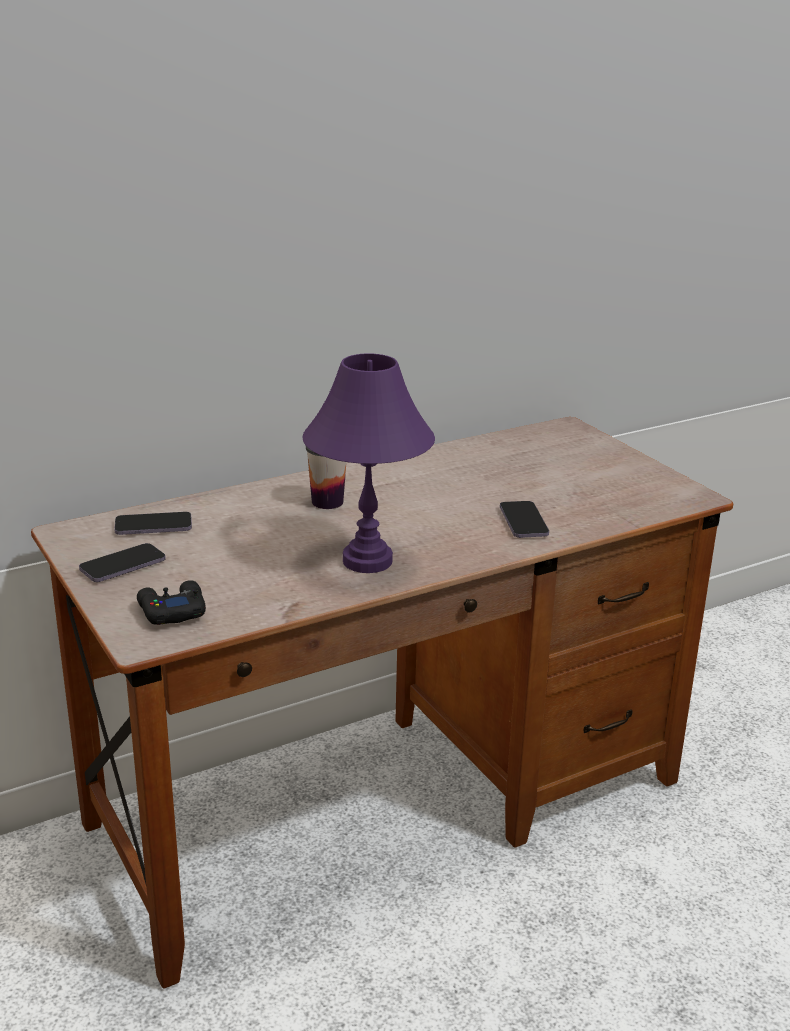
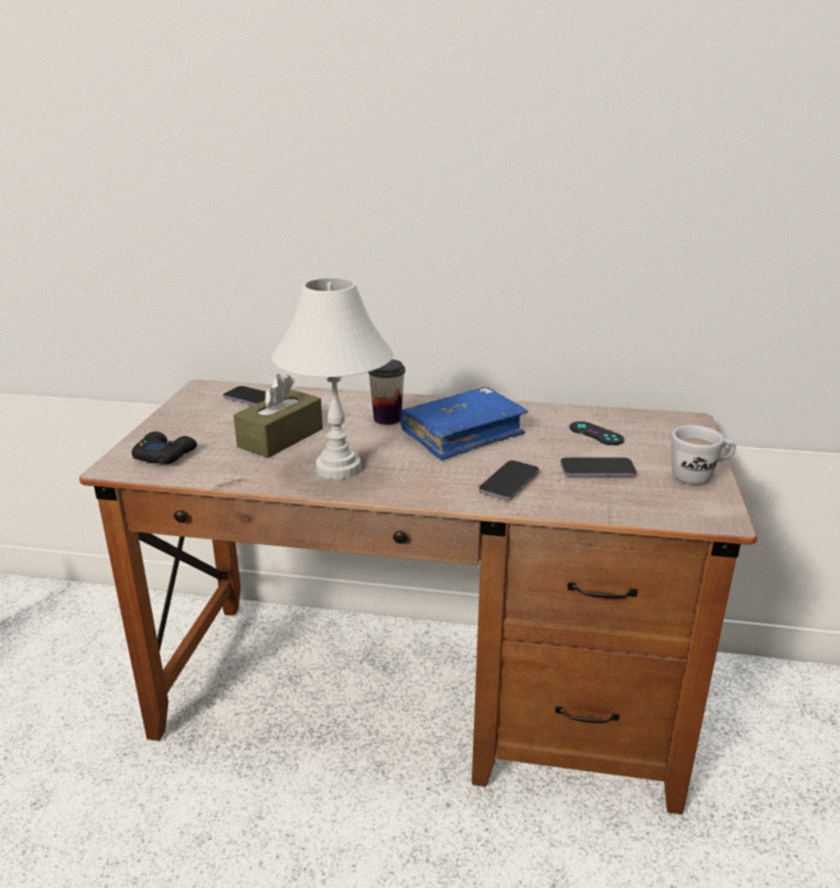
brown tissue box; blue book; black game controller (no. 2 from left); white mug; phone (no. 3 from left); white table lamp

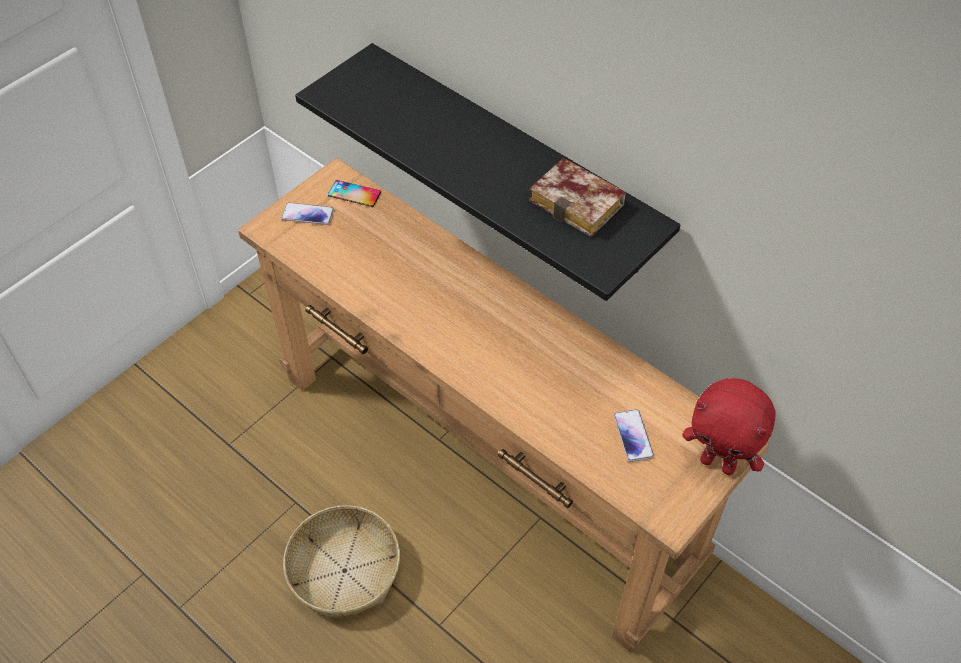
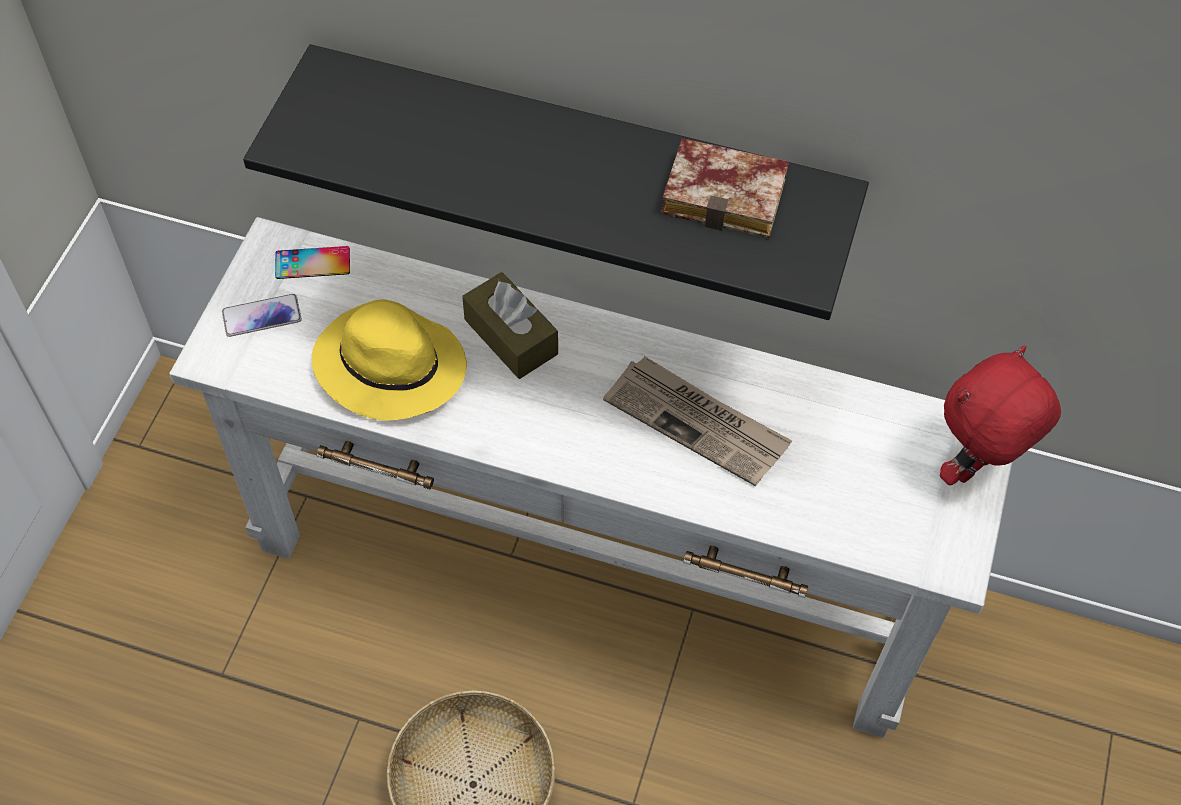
phone (no. 3 from left in the first image); yellow hat; brown tissue box; newspaper; white console table; red plush toy

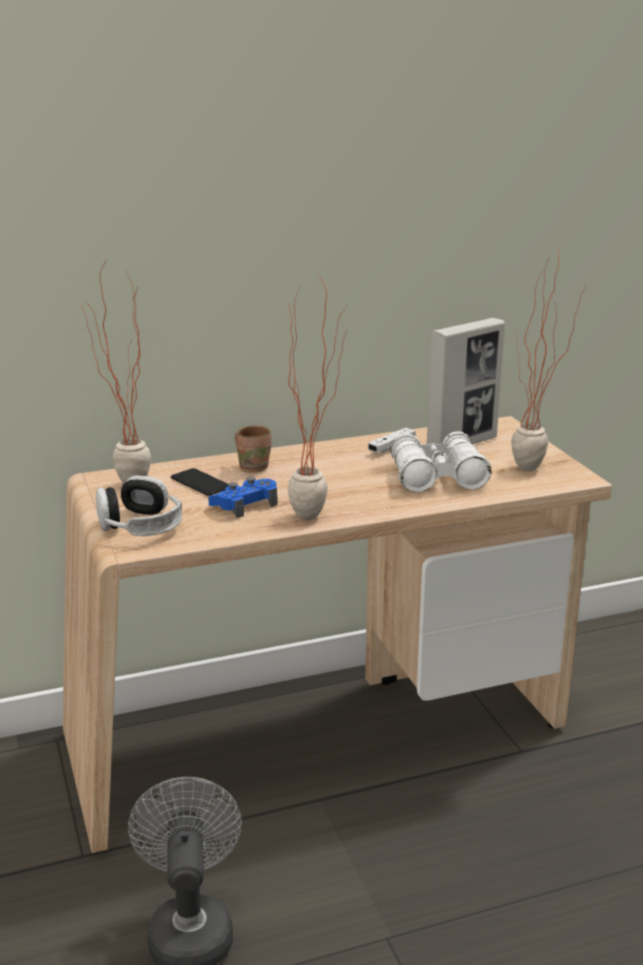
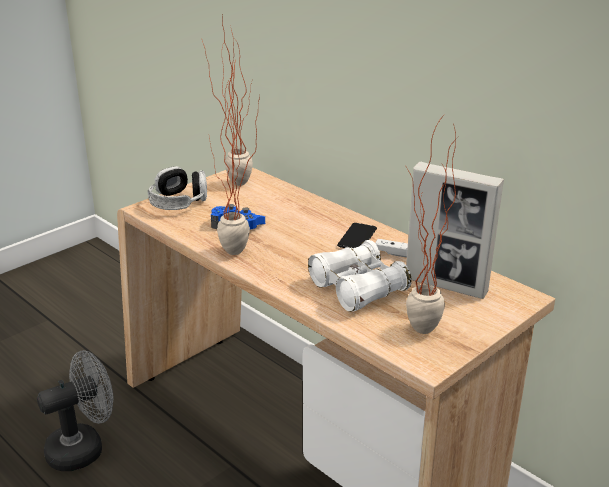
brown mug; phone

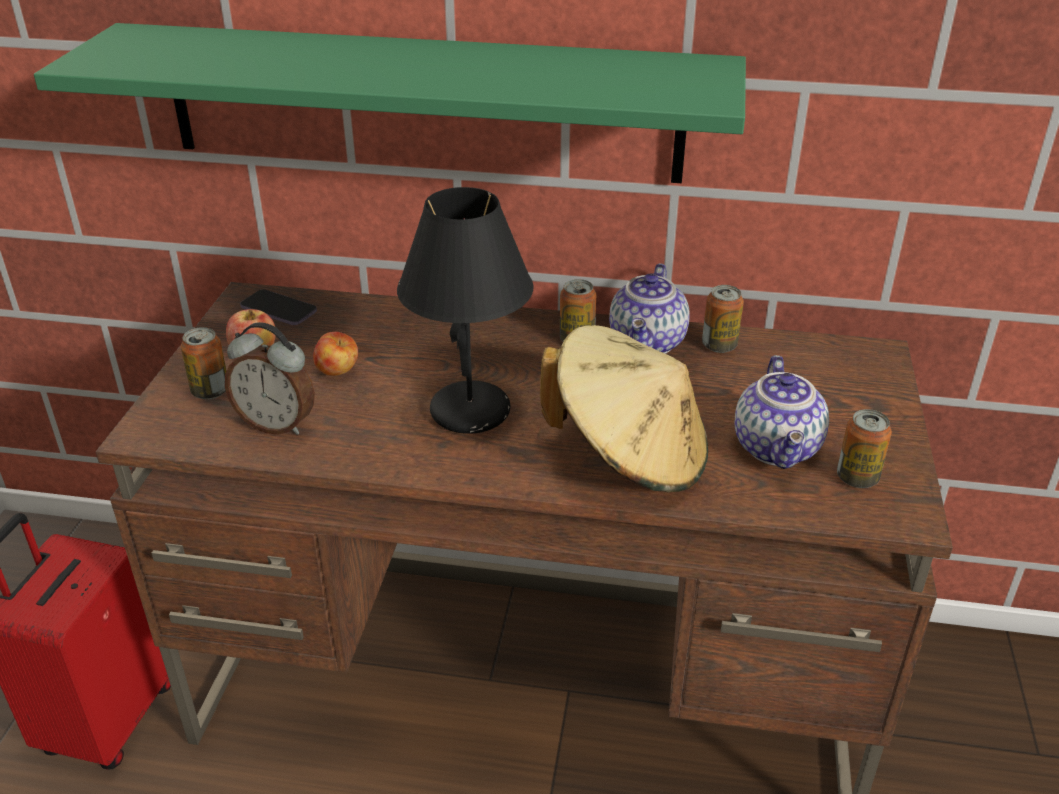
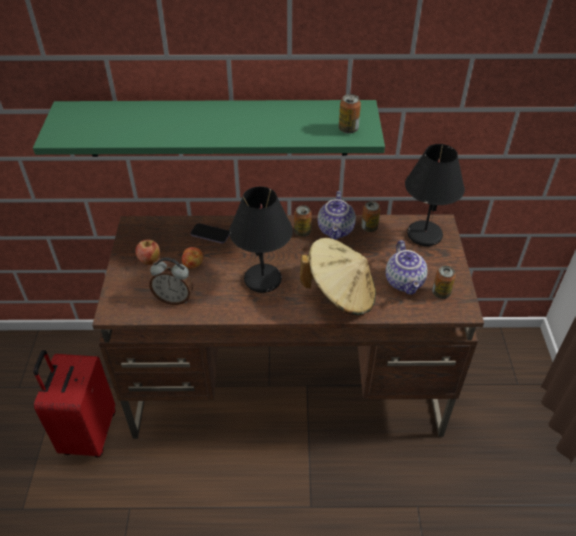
black table lamp (no. 2 from left); can (no. 2 from left); phone

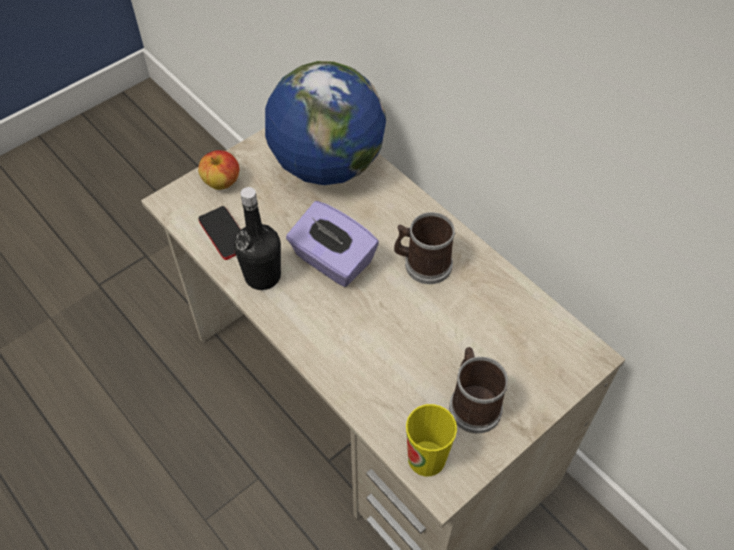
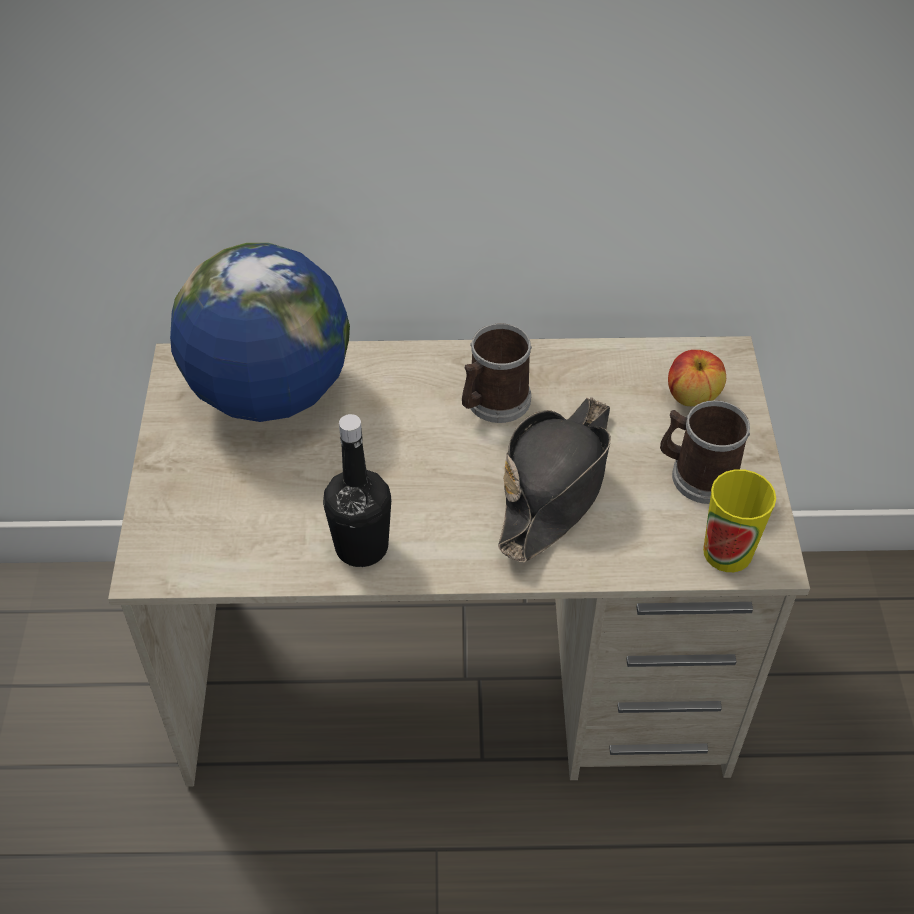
phone; purple tissue box; black hat; apple

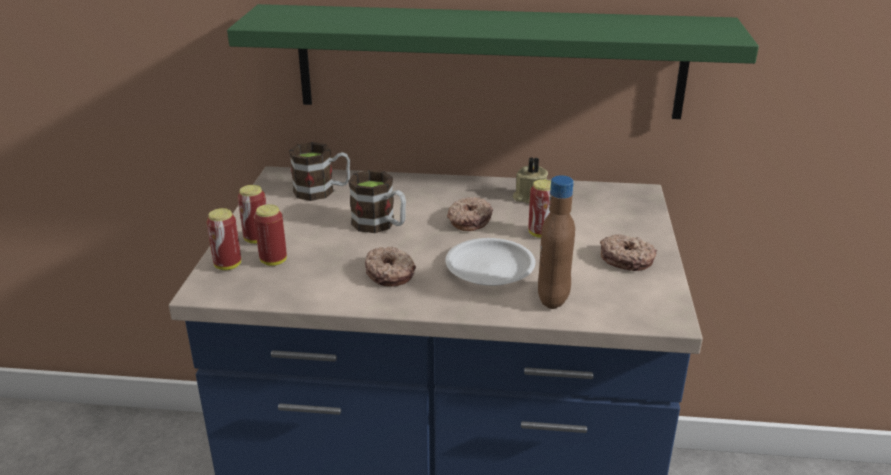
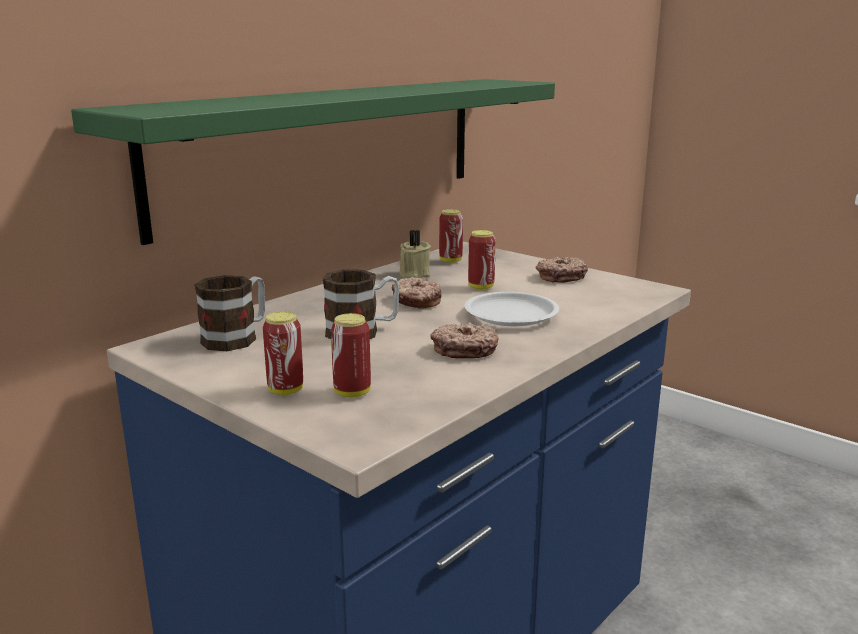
brown bottle; can (no. 3 from left)

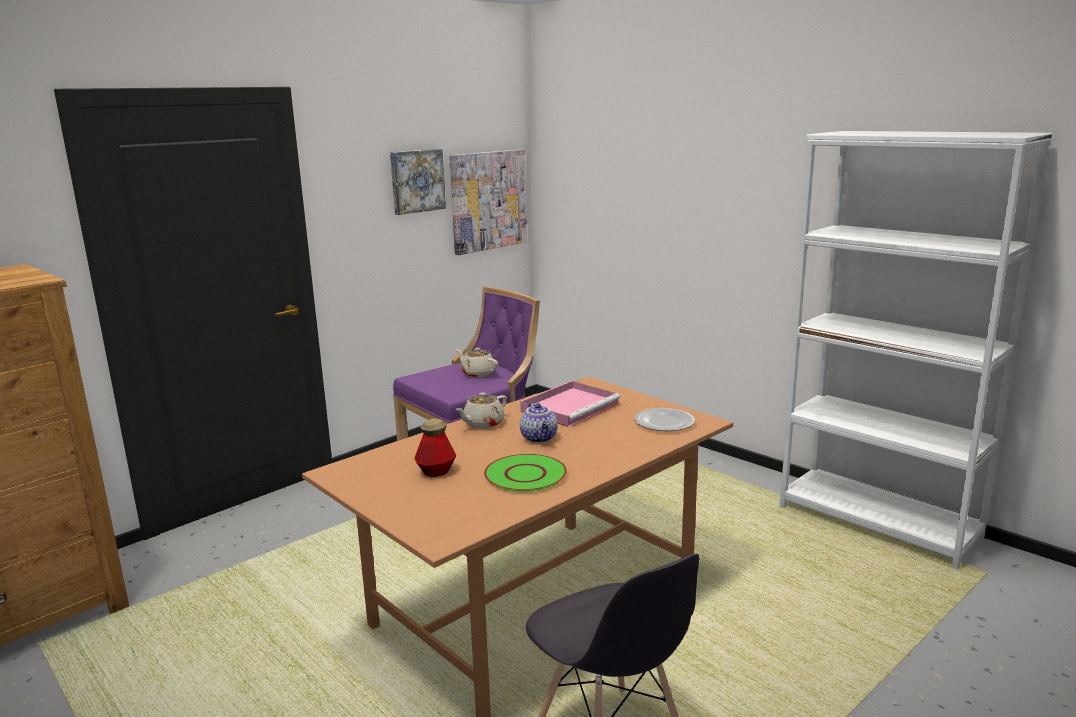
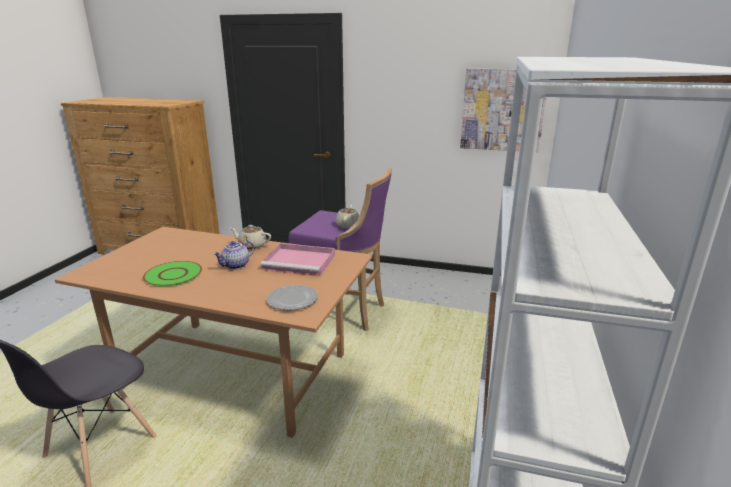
picture (no. 1 from left in the first image); bottle

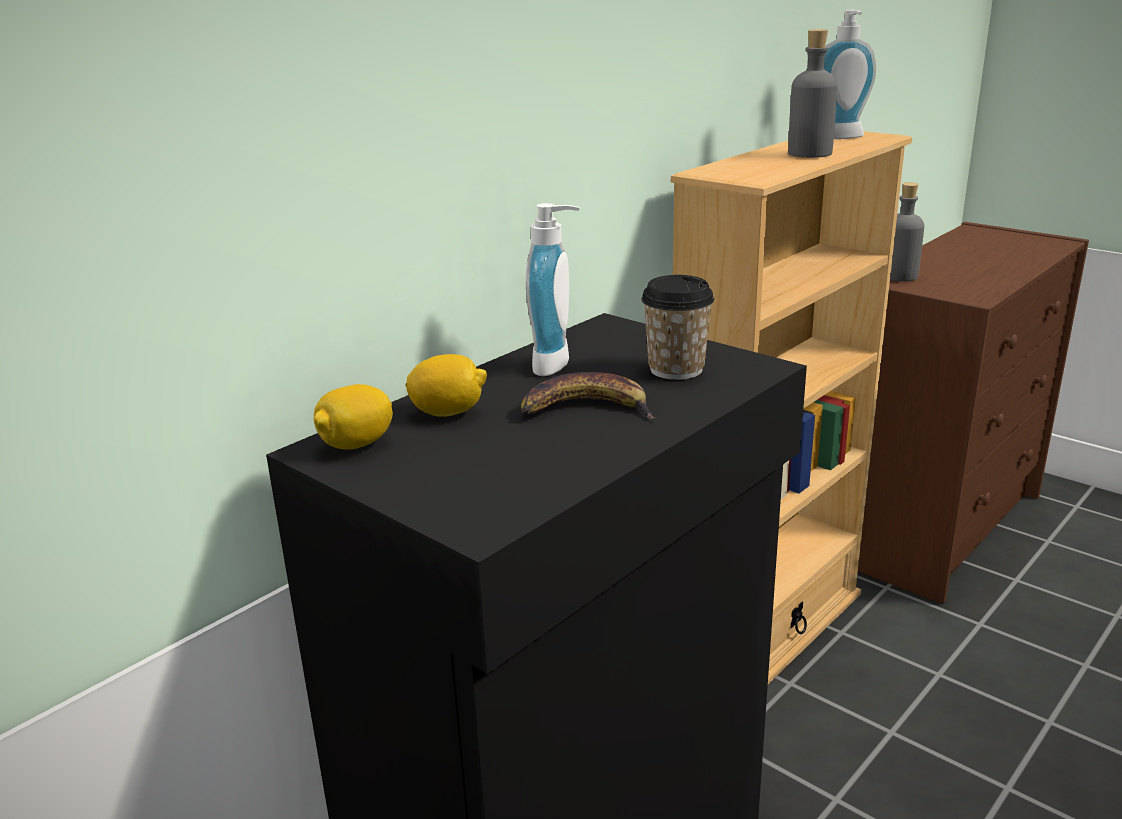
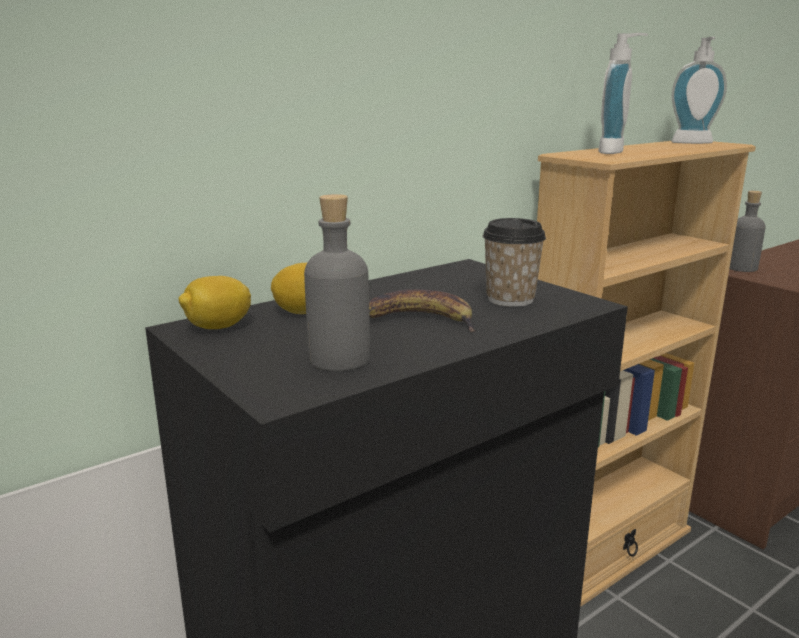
soap dispenser (no. 1 from left); grey bottle (no. 1 from left)

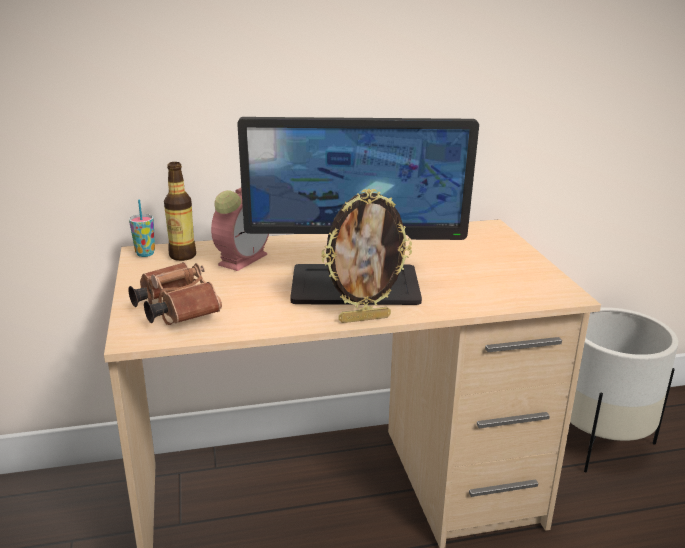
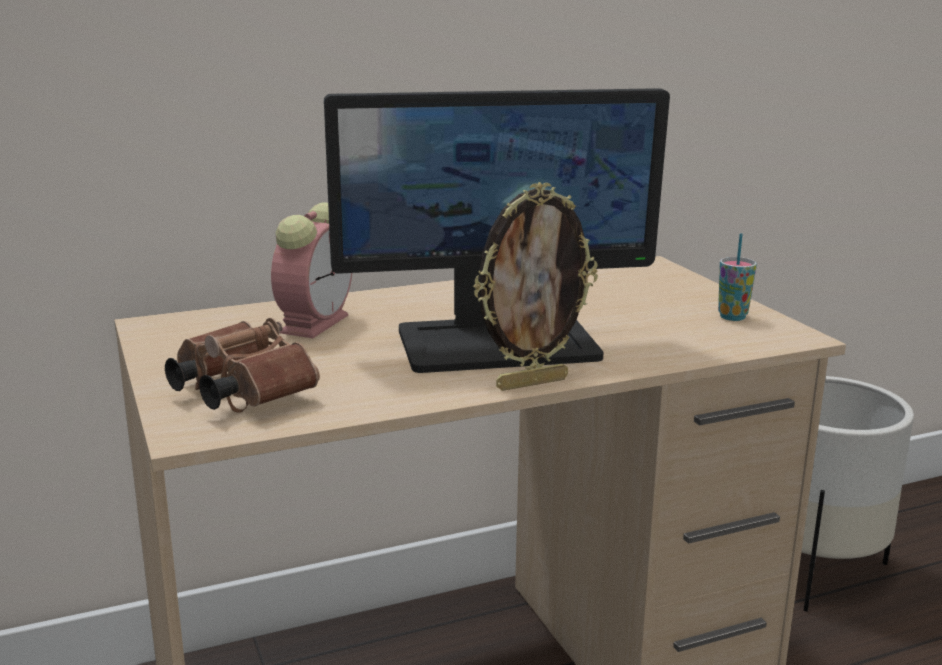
bottle; cup

